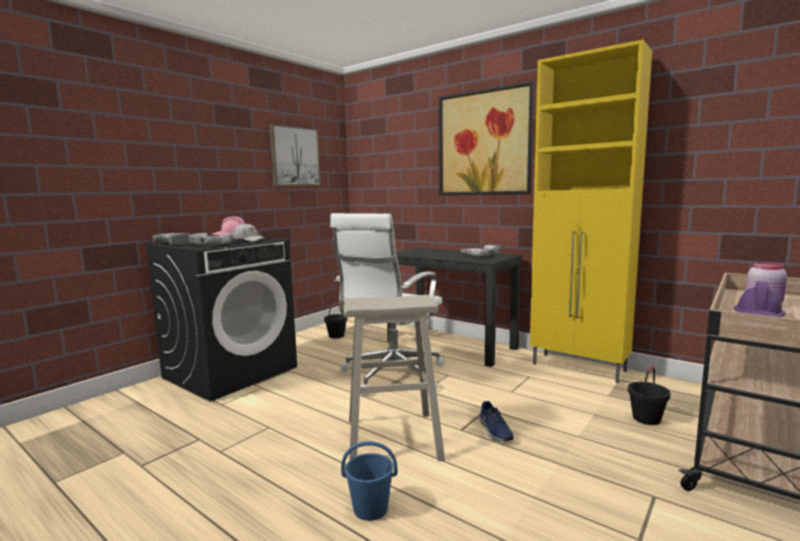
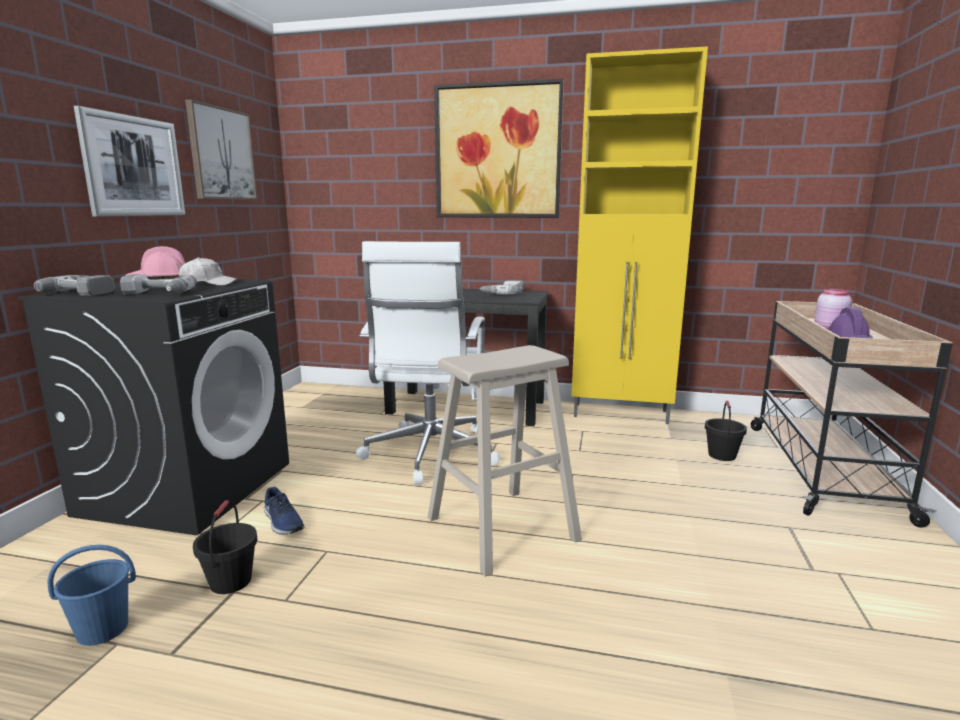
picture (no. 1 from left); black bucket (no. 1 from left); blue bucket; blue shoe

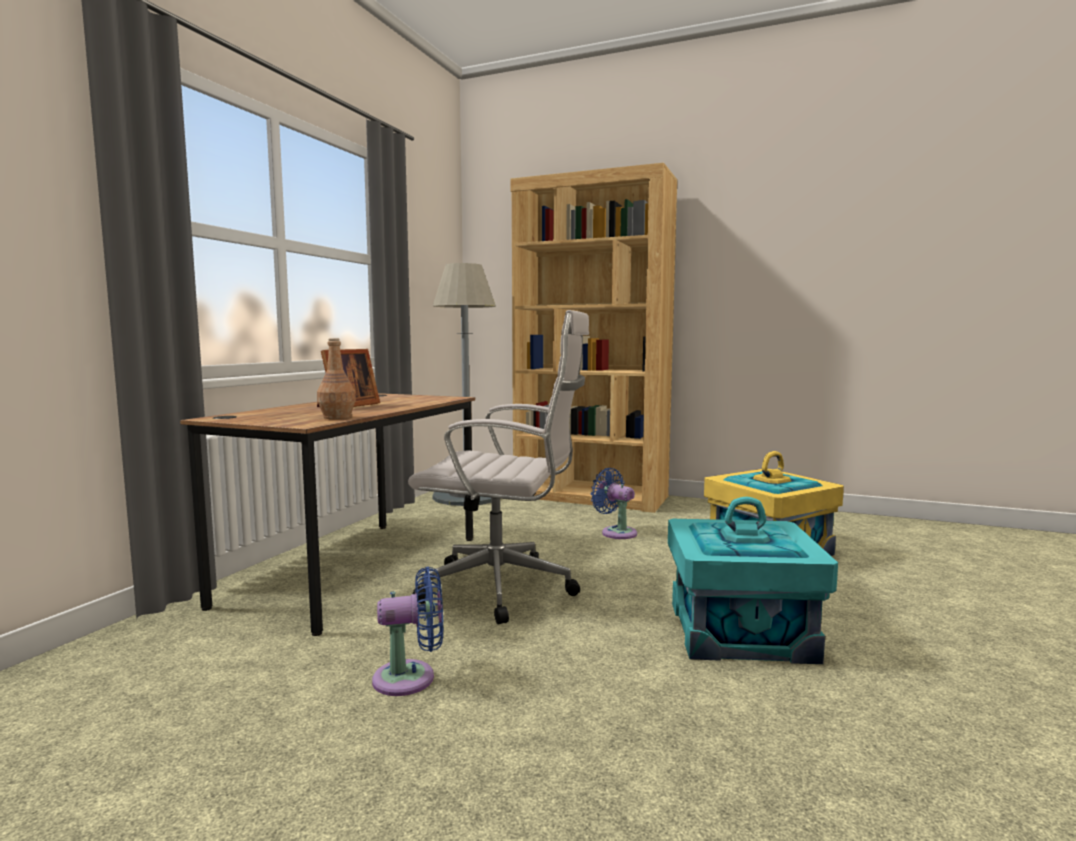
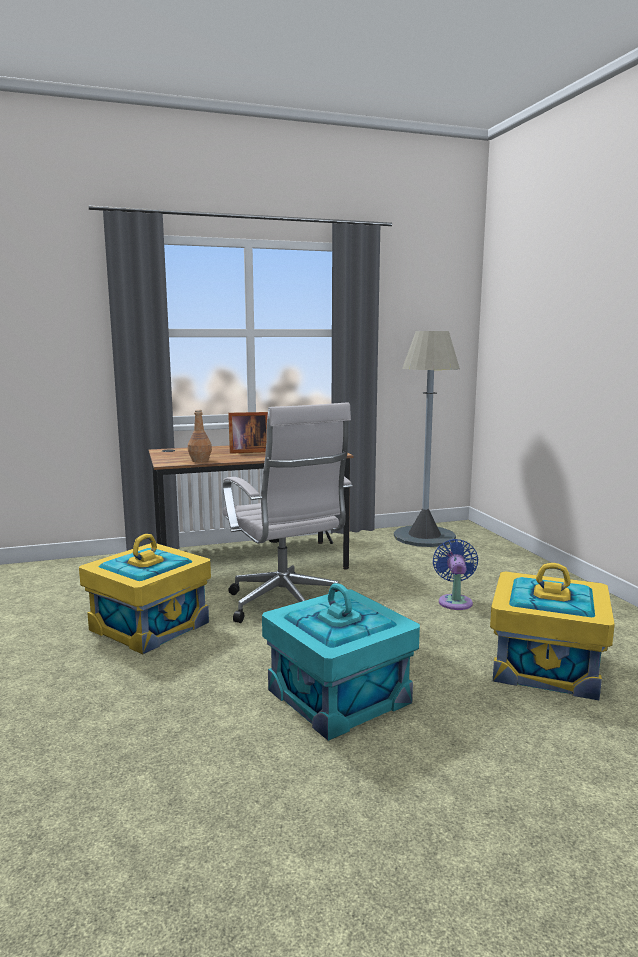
brown bookcase; yellow storage box (no. 1 from left)

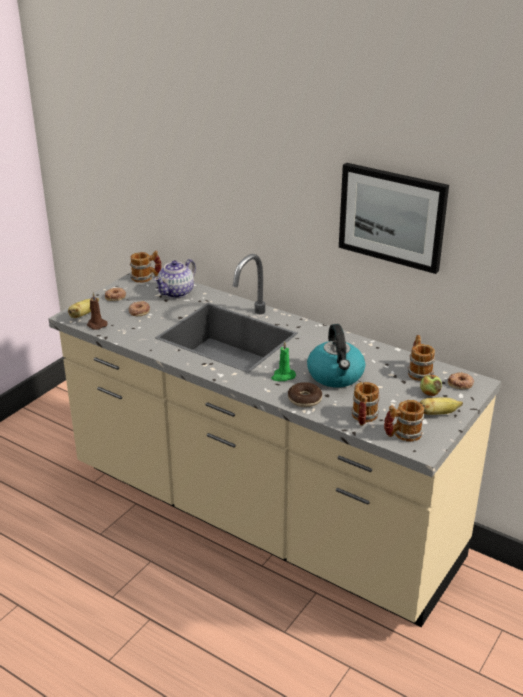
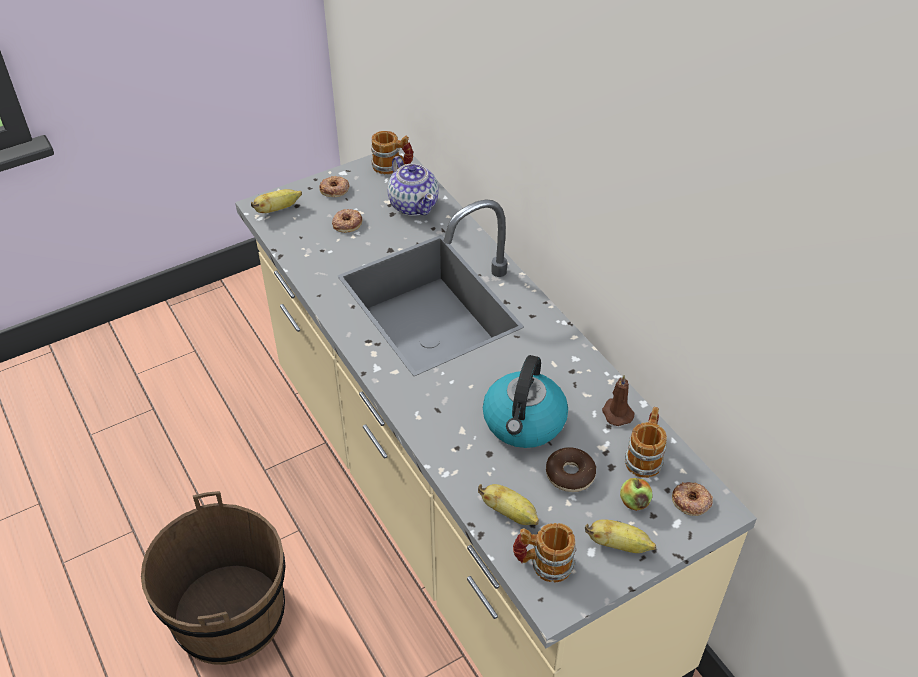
green candle; picture; brown bucket; brown candle; donut (no. 3 from left); banana (no. 2 from left); teapot

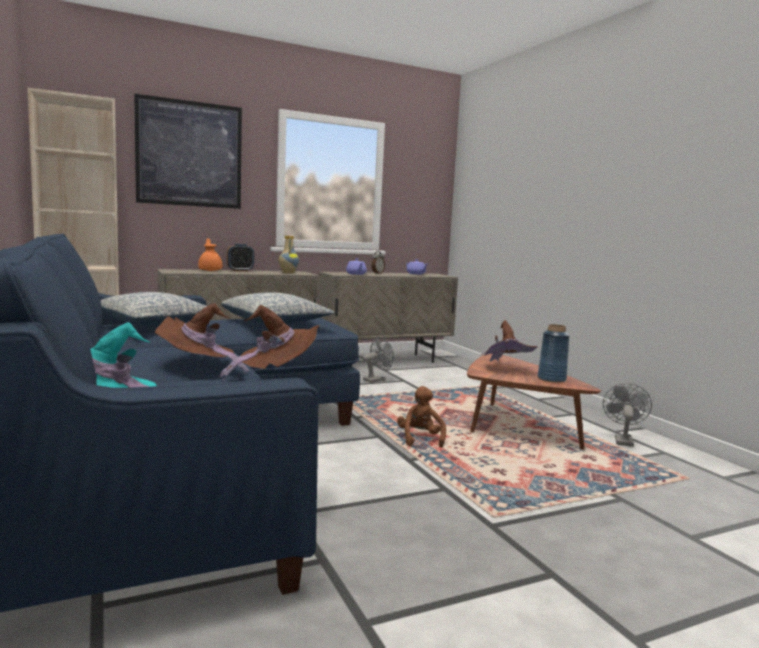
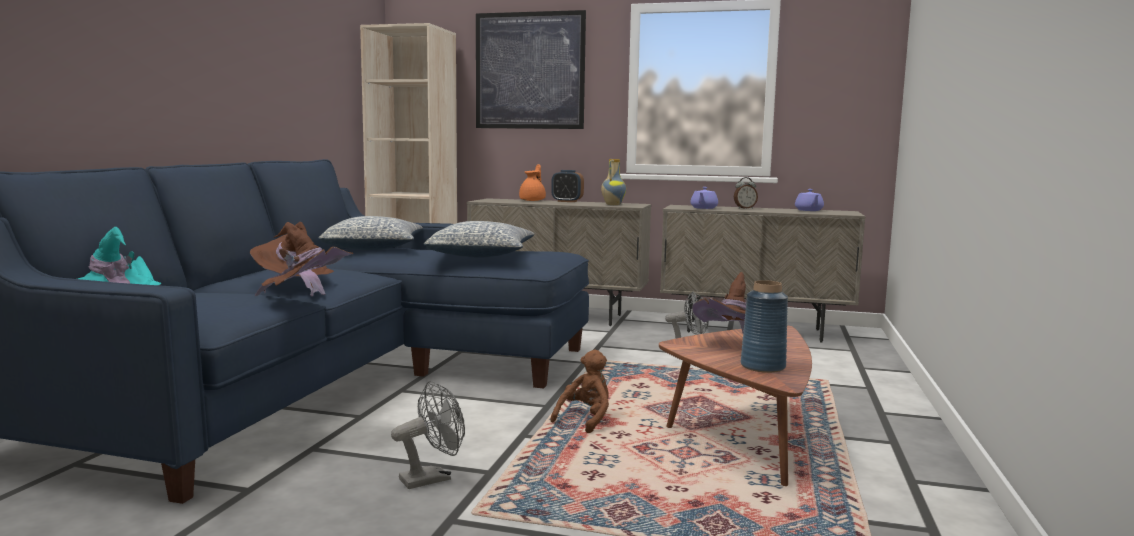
grey fan (no. 1 from left)

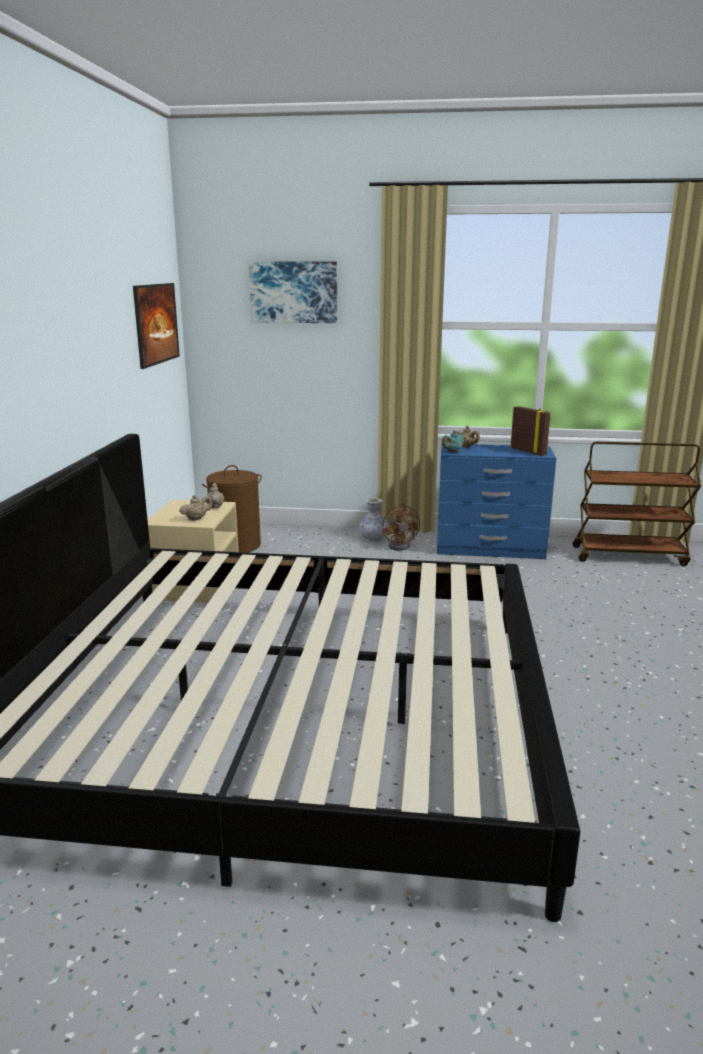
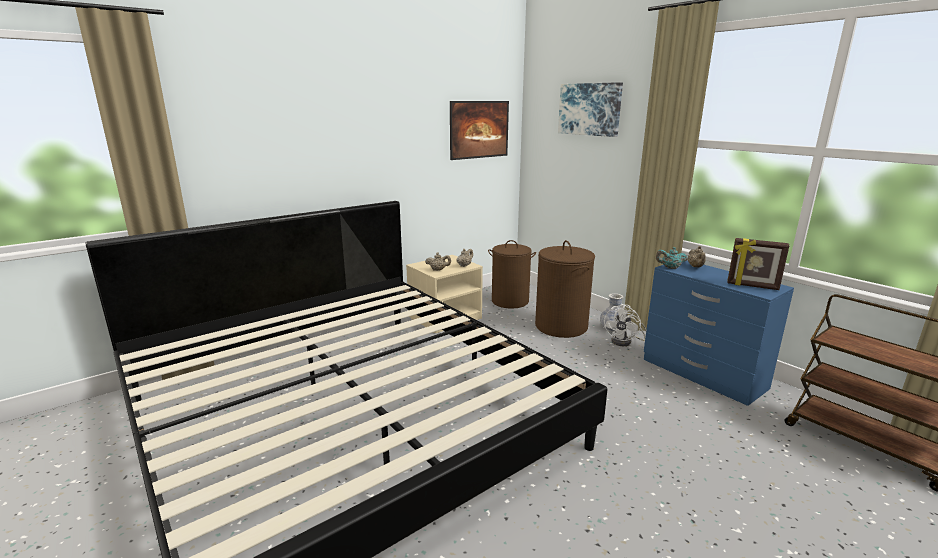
brown laundry basket (no. 2 from left); white fan; picture frame

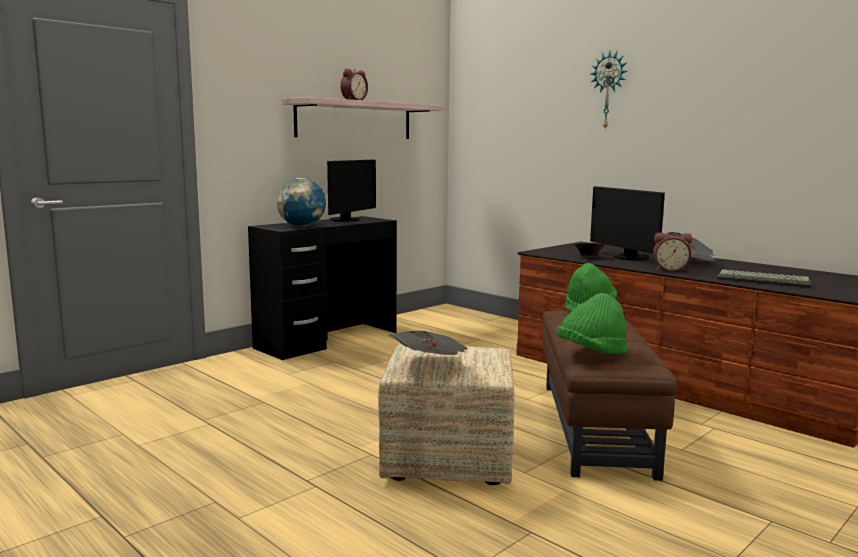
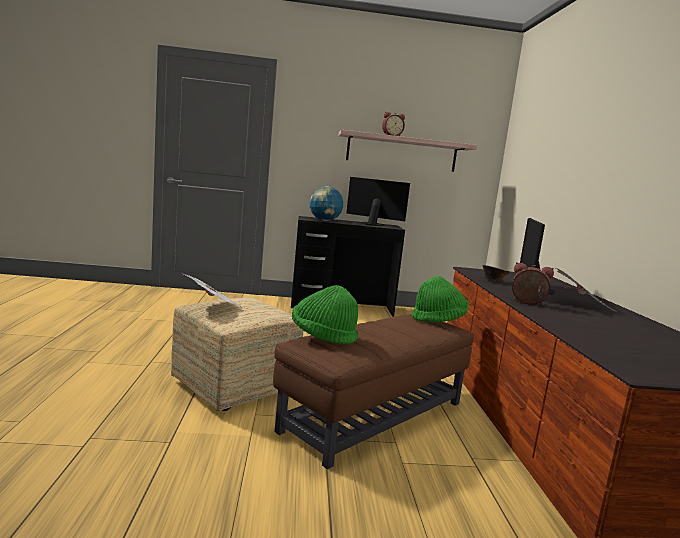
wall clock; keyboard; monitor (no. 1 from left); alarm clock (no. 2 from left)

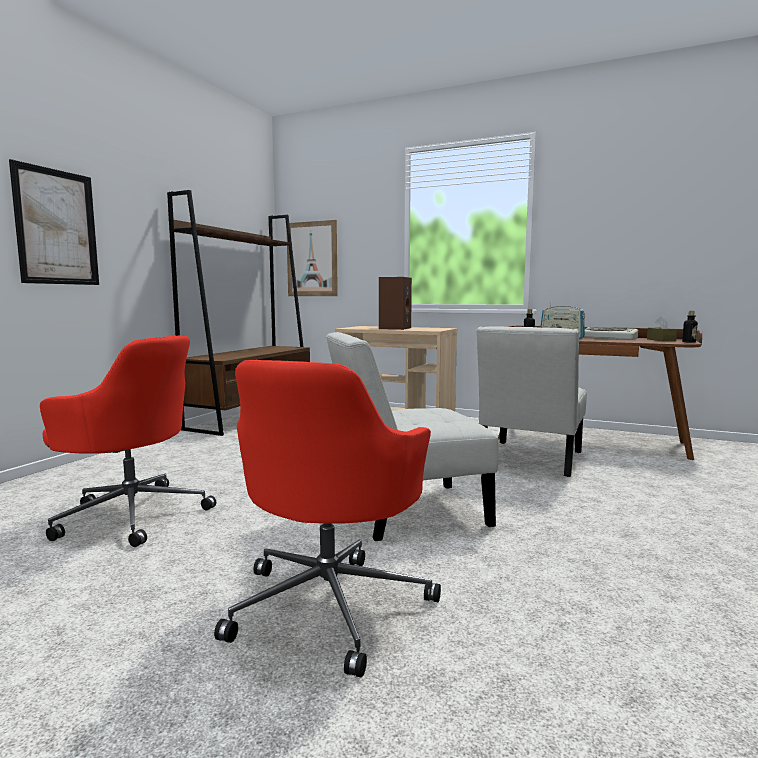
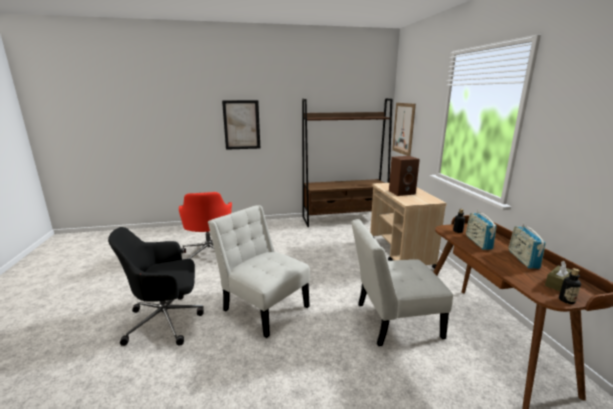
radio (no. 2 from left); black office chair

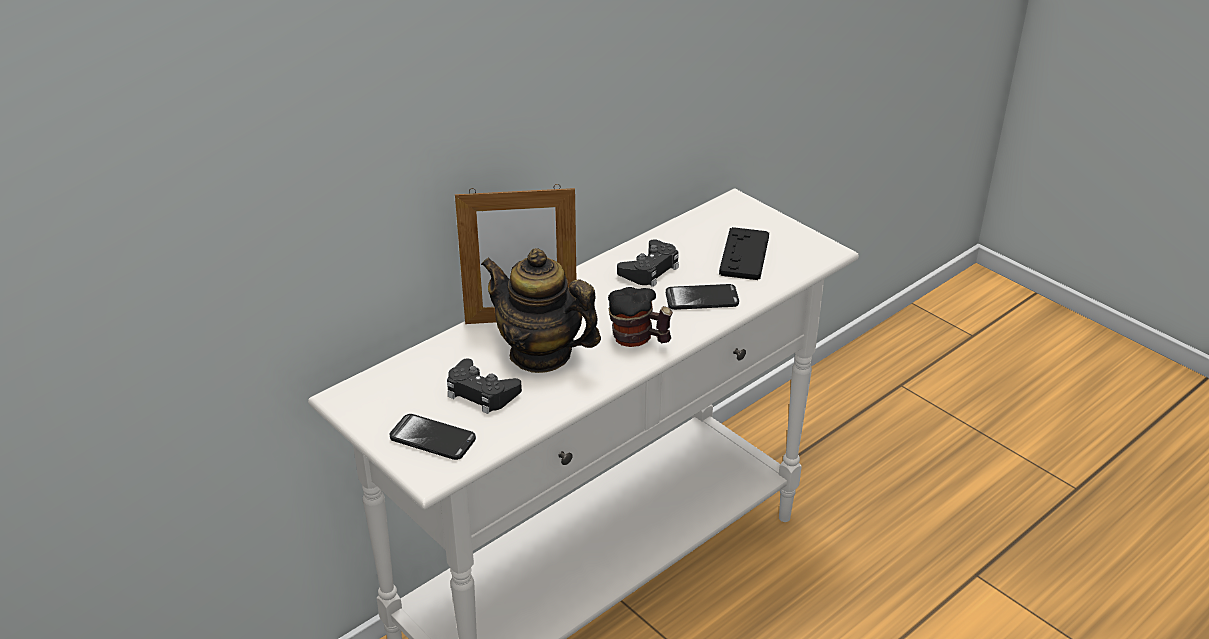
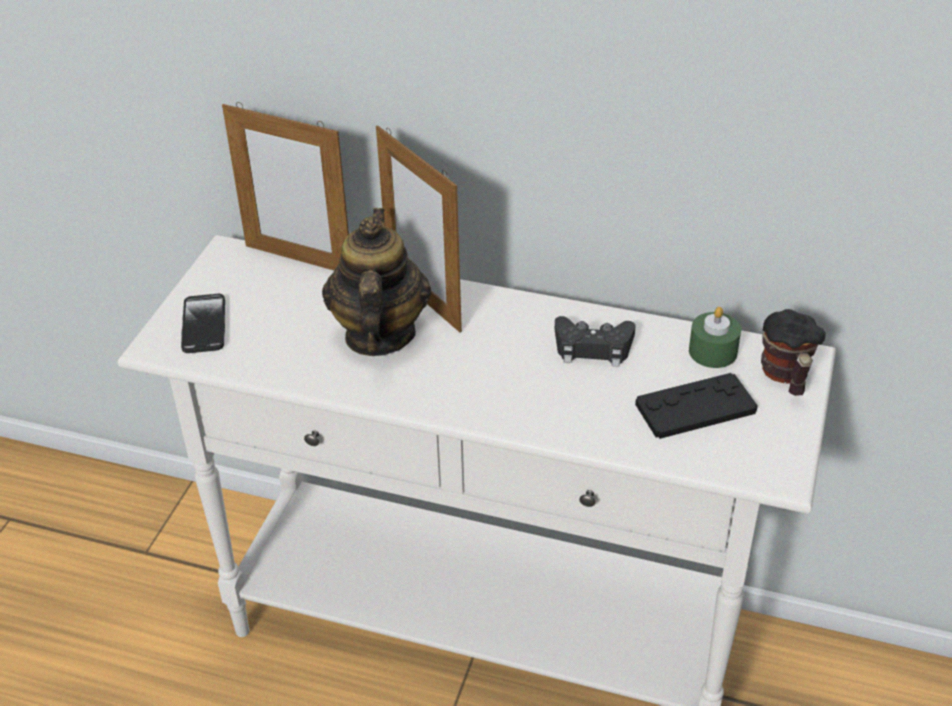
black game controller (no. 1 from left in the first image); phone (no. 2 from left in the first image); picture frame (no. 1 from left); green candle; mug

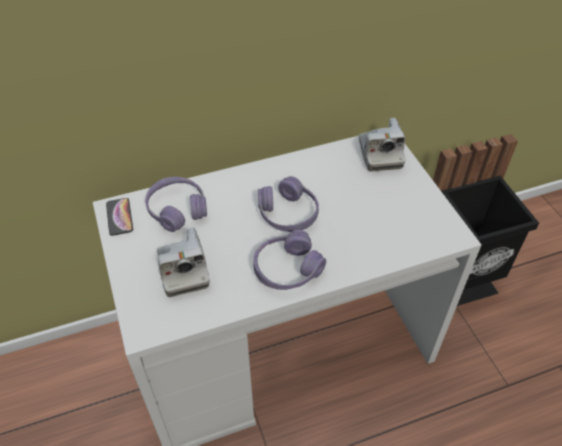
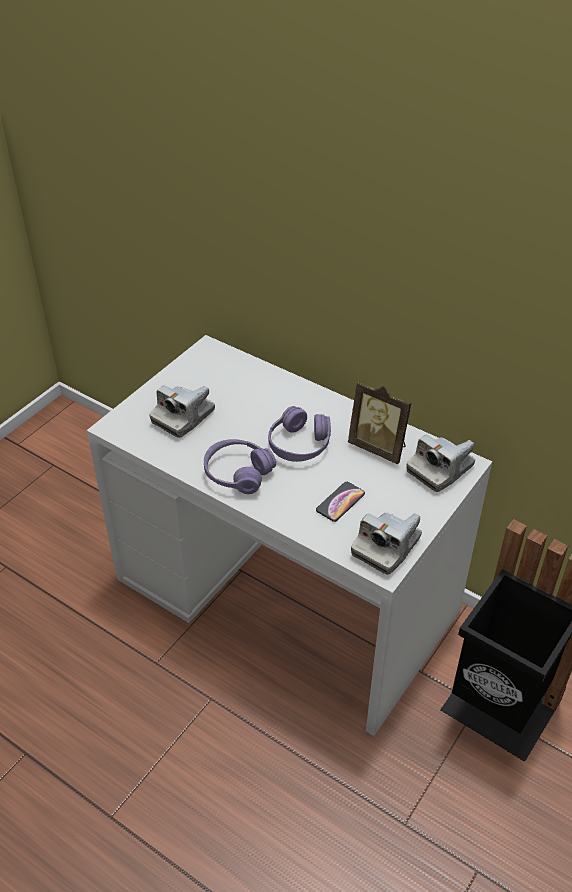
purple headphones (no. 1 from left in the first image); picture frame; photo camera (no. 2 from left); phone

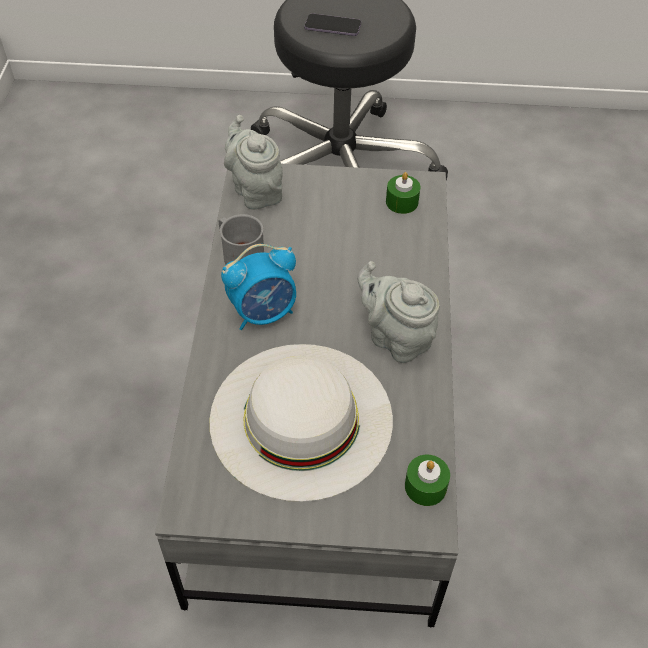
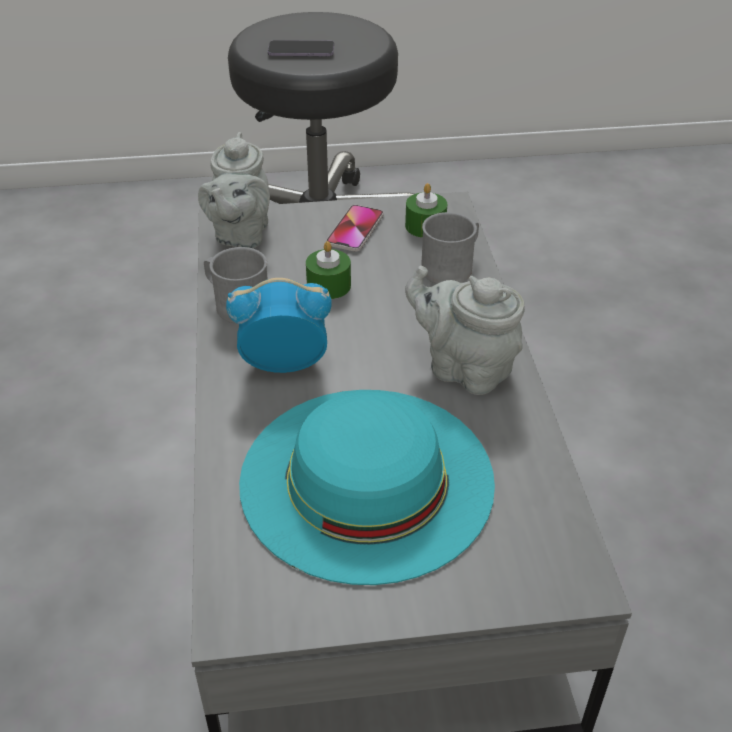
phone (no. 2 from left); grey mug (no. 2 from left); green candle (no. 1 from left); turquoise hat; alarm clock; grey teapot (no. 1 from left)

